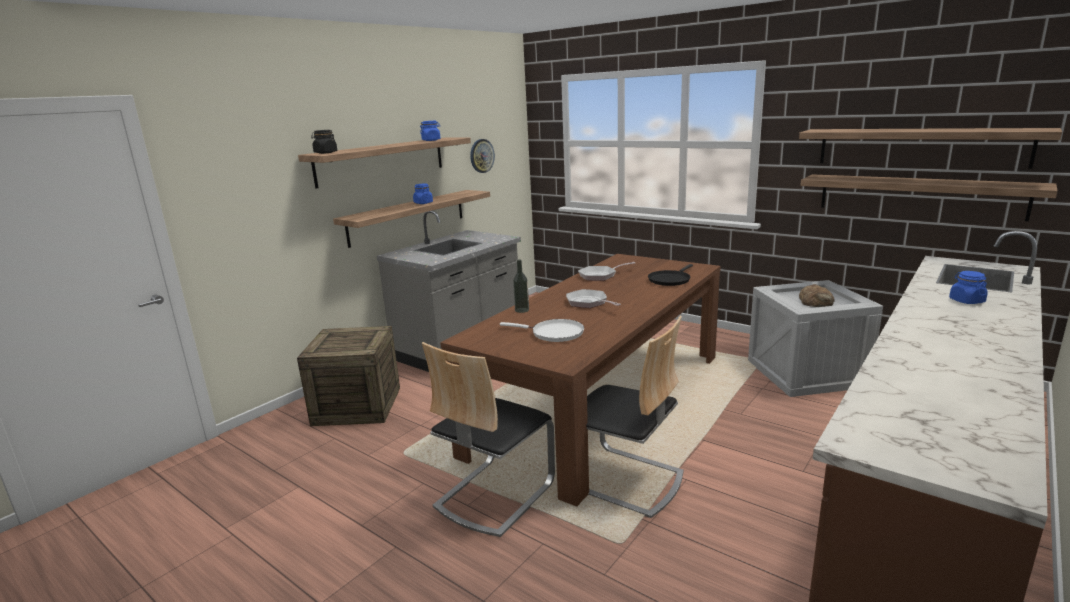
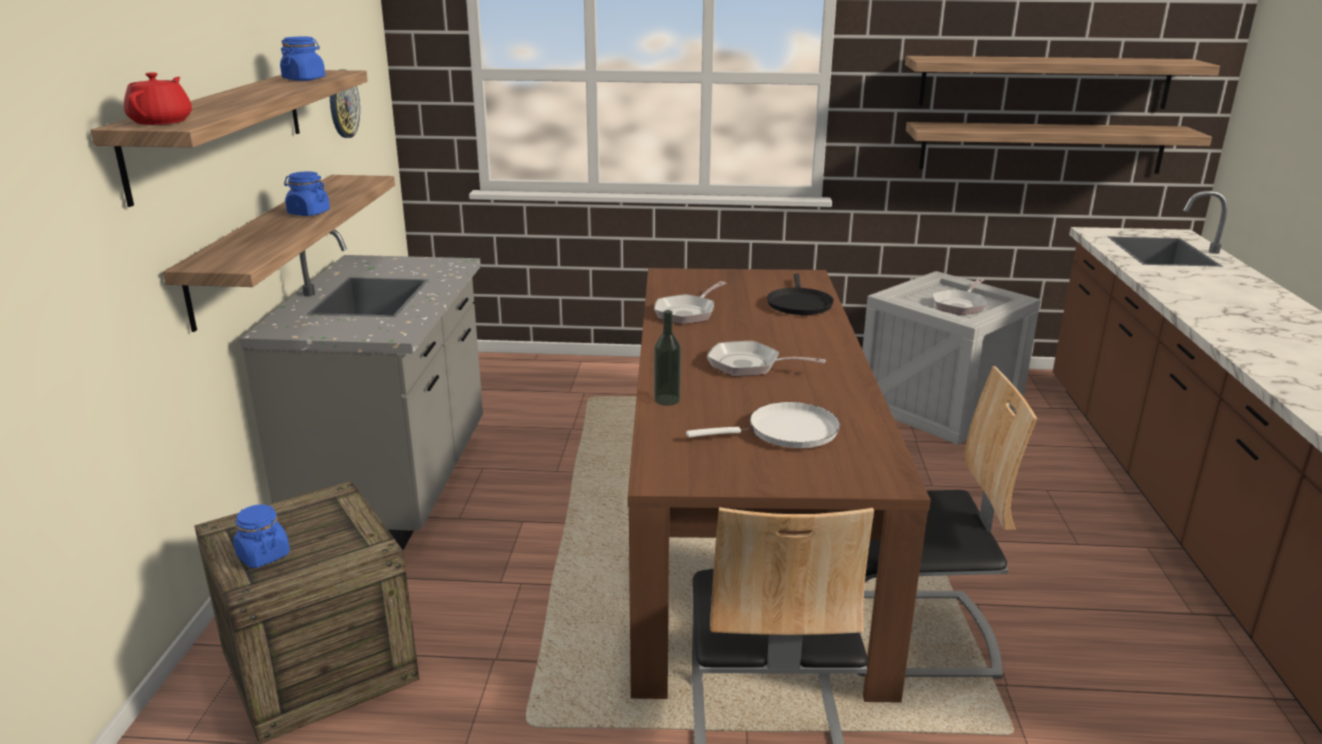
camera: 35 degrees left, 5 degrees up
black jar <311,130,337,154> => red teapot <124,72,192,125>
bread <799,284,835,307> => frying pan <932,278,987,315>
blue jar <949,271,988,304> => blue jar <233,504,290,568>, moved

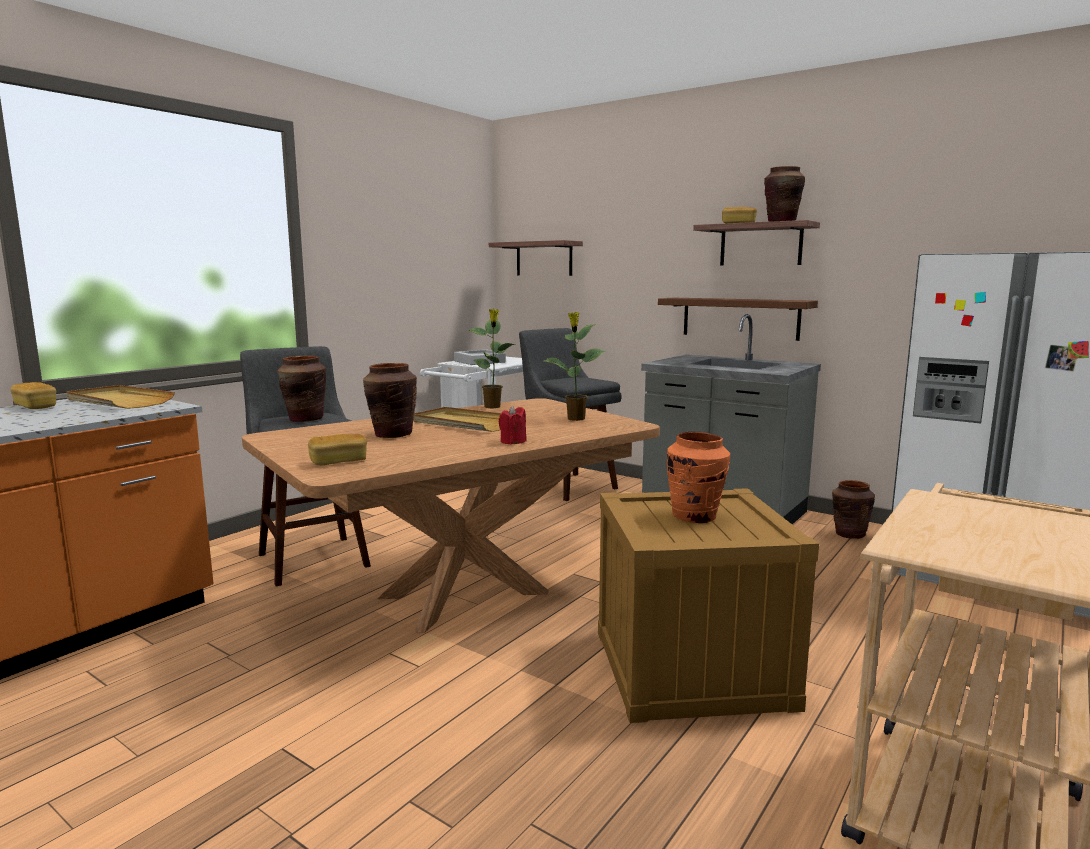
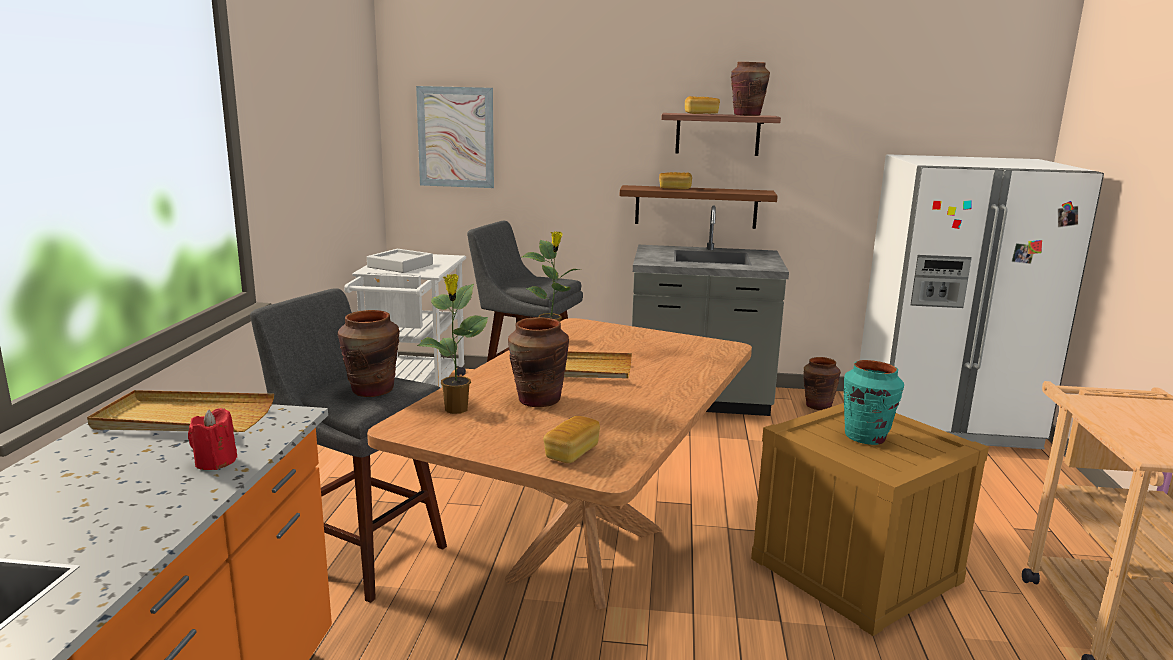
camera: 30 degrees left, 5 degrees up
bread <10,382,56,409> => bread <659,172,692,189>, moved
shelf <489,240,583,276> => picture <416,86,494,188>
red candle <499,405,526,445> => red candle <188,408,237,470>, moved
potted plant <544,312,606,421> => potted plant <417,274,488,414>, moved
orange vase <667,432,730,523> => turquoise vase <844,360,904,445>

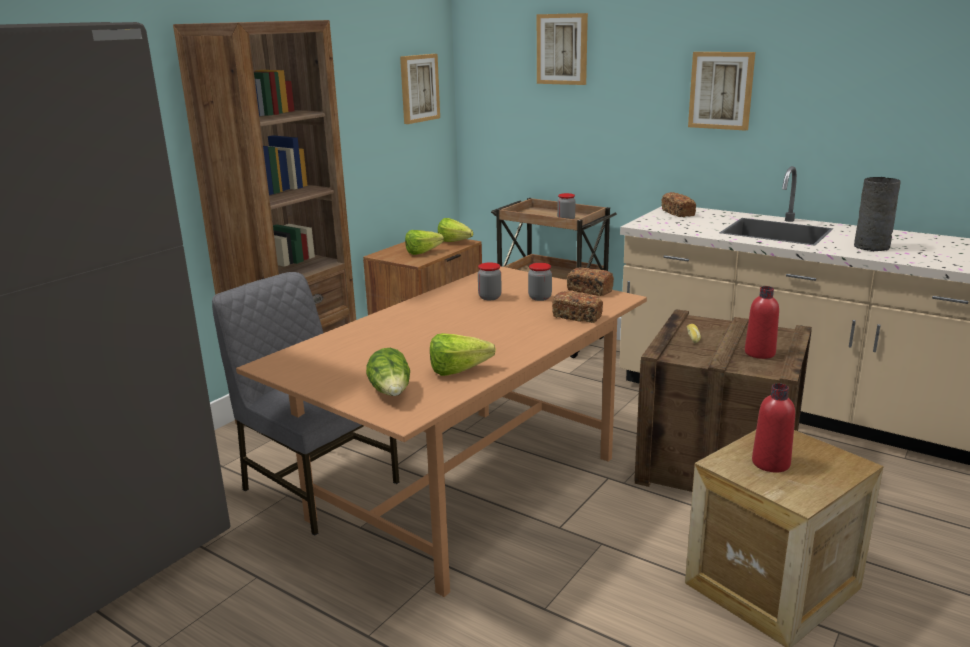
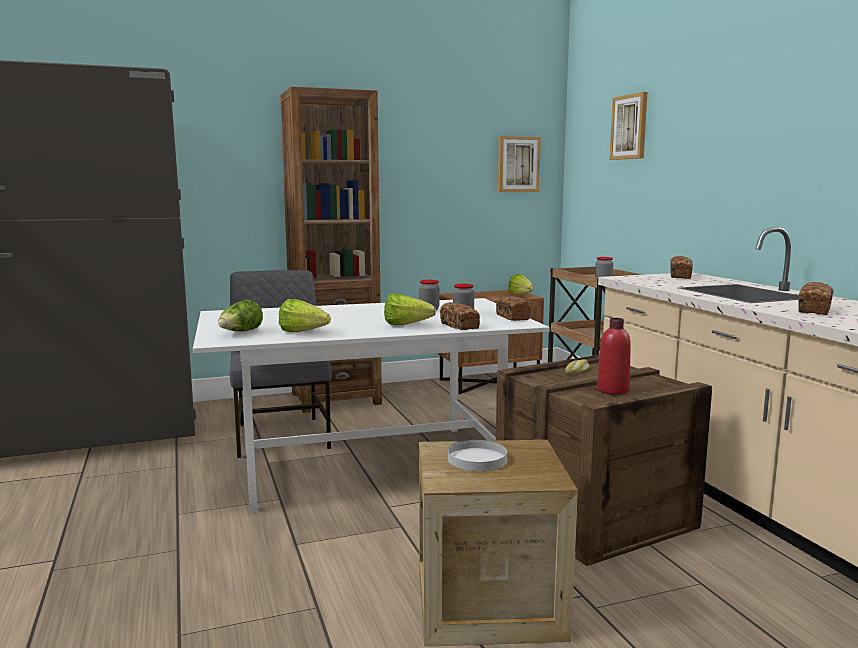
camera: 35 degrees right, 10 degrees down
brown dining table <236,266,647,597> => white dining table <193,298,550,513>
lettuce <405,230,444,255> => lettuce <384,294,436,325>, moved
picture <688,52,755,131> => nothing
red bottle <752,383,795,472> => white plate <448,440,507,471>
grey vase <854,177,901,251> => bread <798,282,834,315>

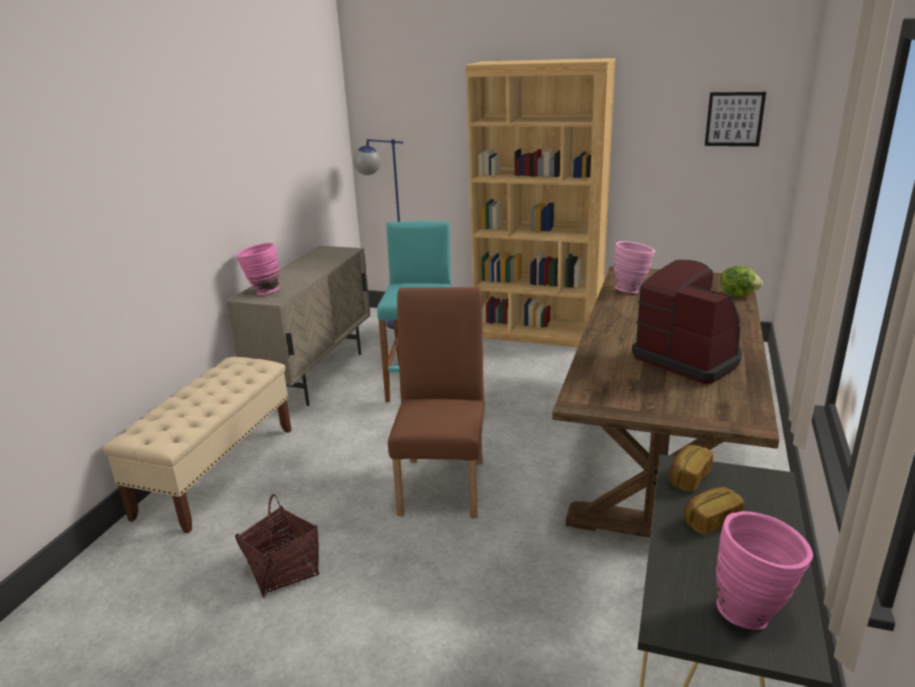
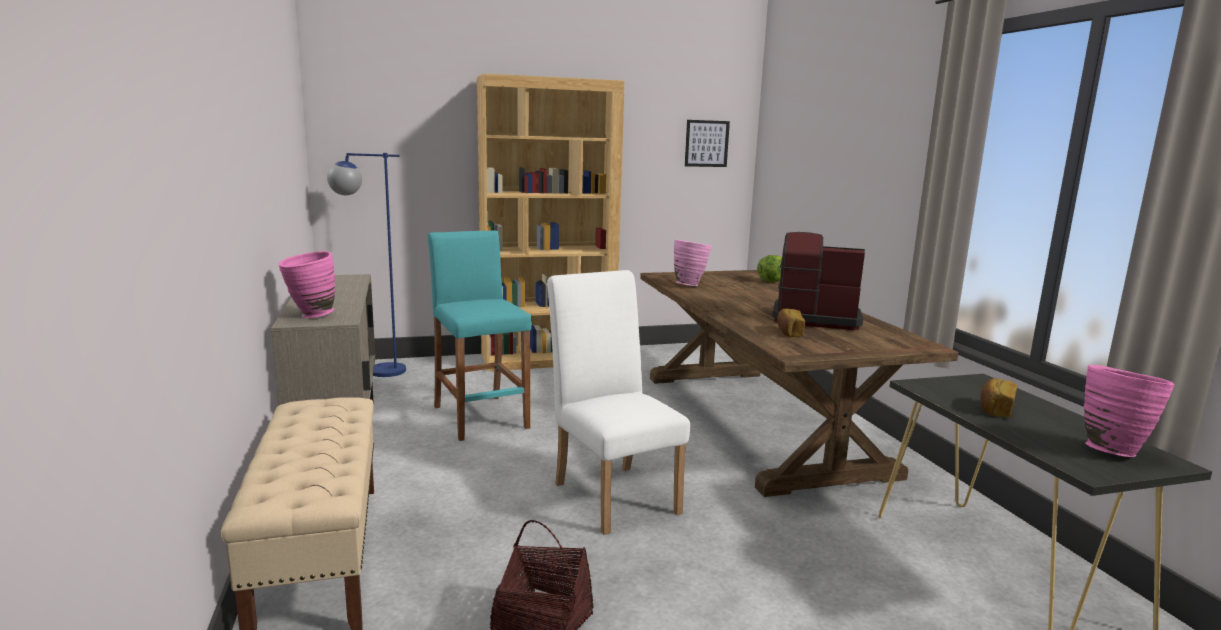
camera: 35 degrees left, 10 degrees down
brown chair <388,287,484,518> => white chair <547,270,690,535>
bread <669,445,713,492> => bread <777,309,805,337>, moved

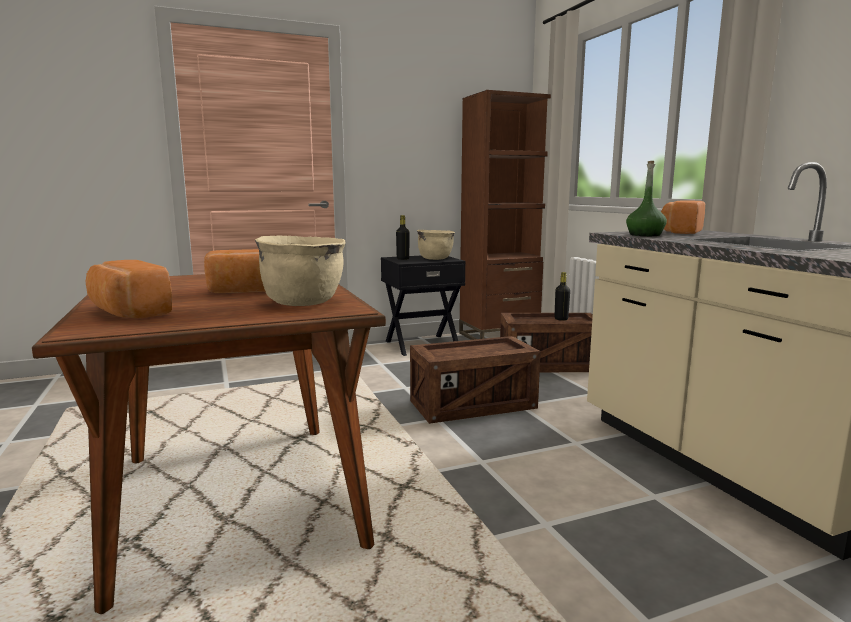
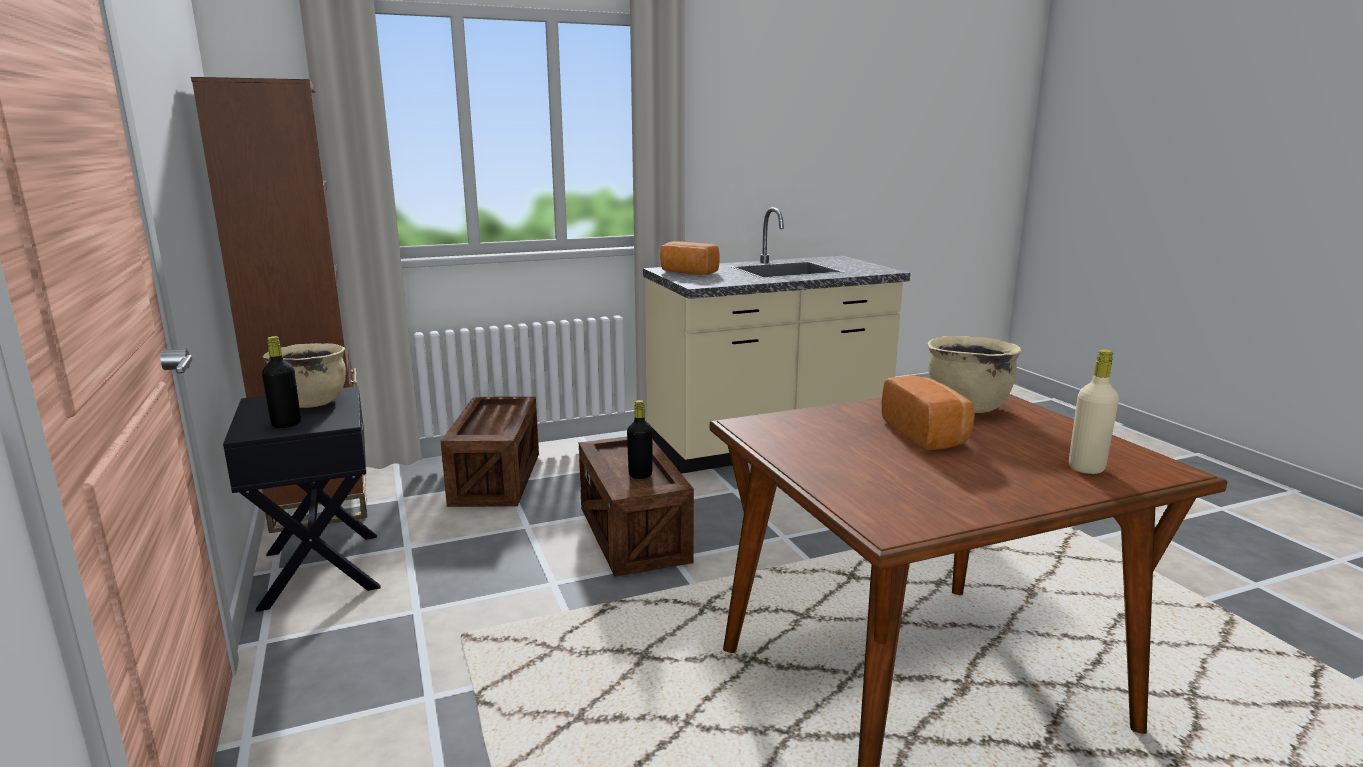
camera: 90 degrees left, 5 degrees up
bread <85,260,172,318> => beige bottle <1069,349,1119,474>
black bottle <554,272,570,321> => black bottle <627,400,653,479>, moved
green bottle <626,161,667,236> => nothing

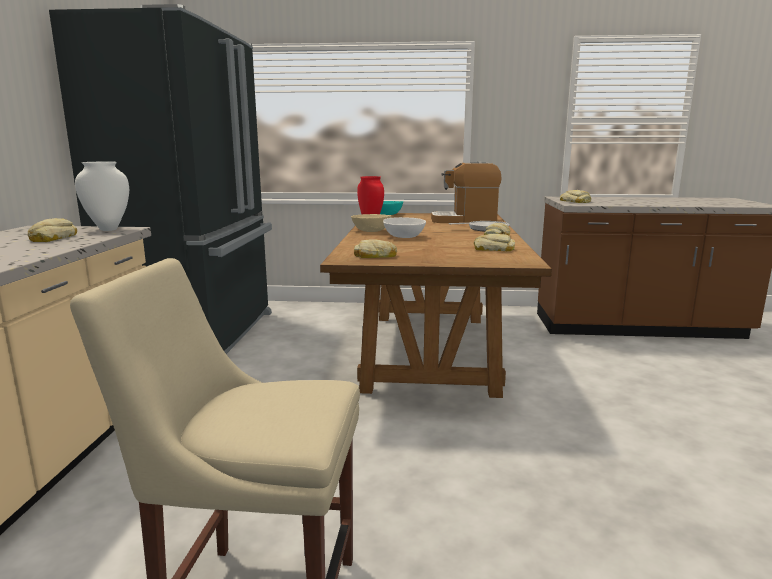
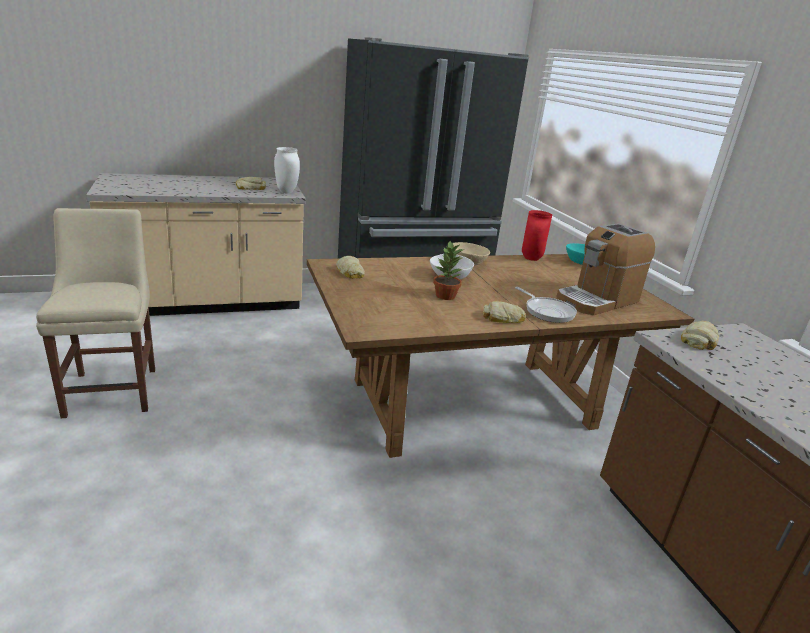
camera: 65 degrees right, 10 degrees up
coffee machine <431,161,501,223> => coffee machine <556,223,655,315>, 105 degrees counterclockwise
bread <474,234,515,251> => nothing
nothing => potted plant <433,241,464,300>

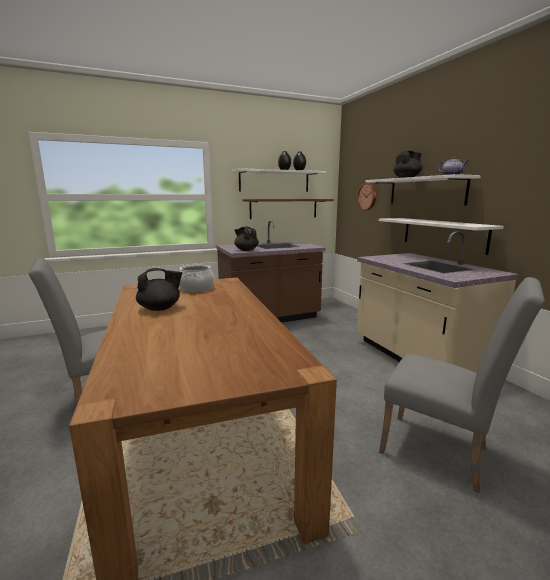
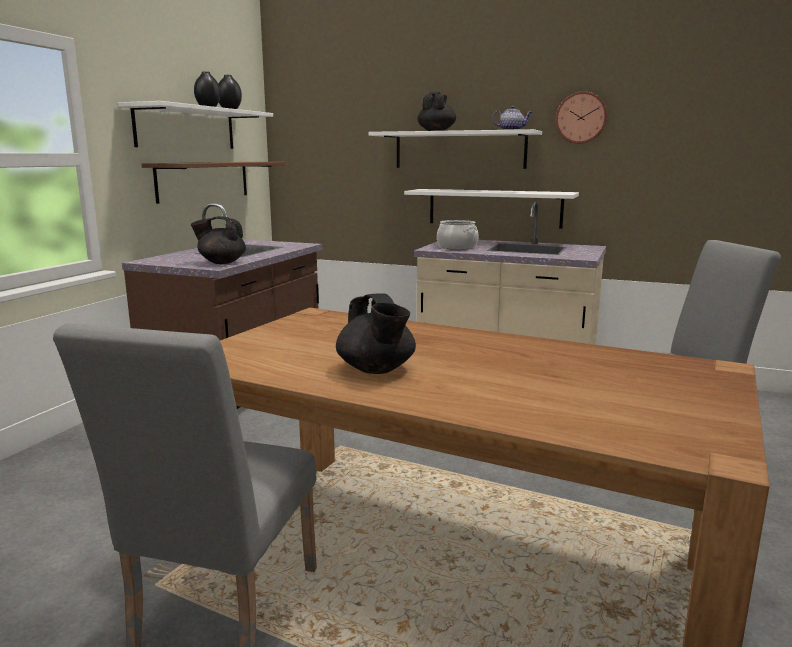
camera: 45 degrees left, 0 degrees up
black teapot <136,268,182,311> => black teapot <336,294,416,374>, 135 degrees clockwise
cooking pot <179,265,214,292> => cooking pot <437,220,479,250>, moved
wall clock <357,183,376,211> => wall clock <555,91,608,144>, moved

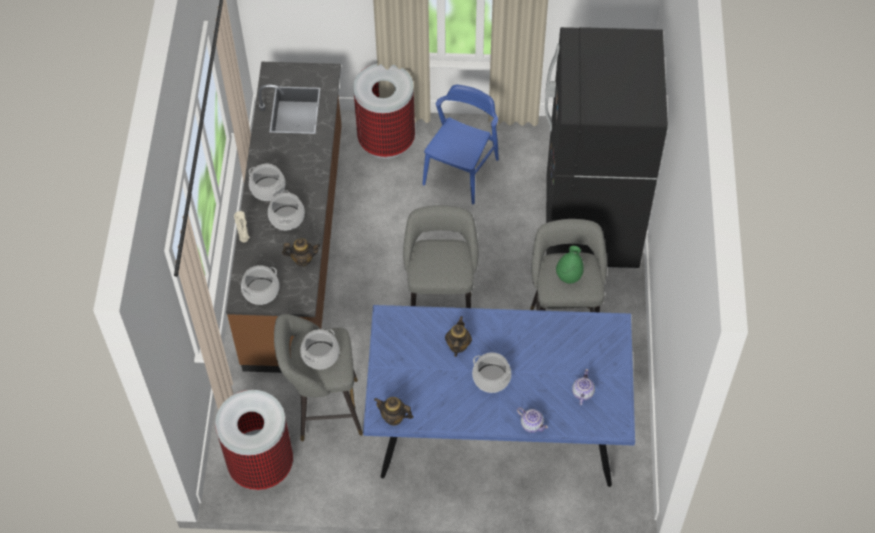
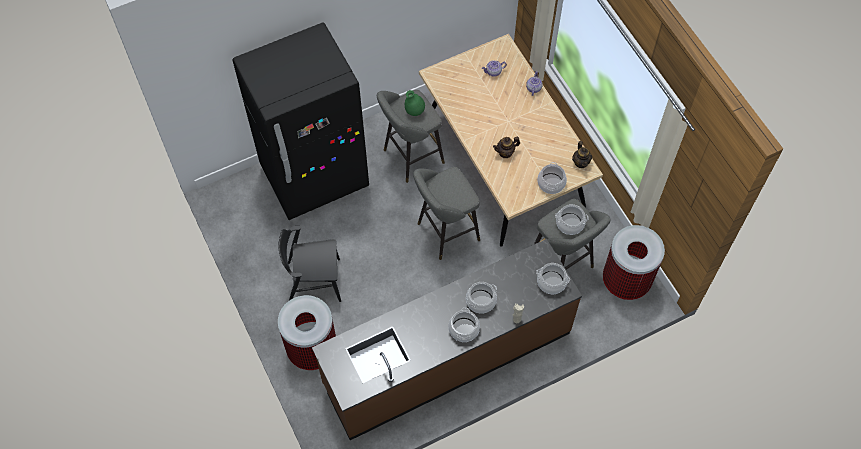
camera: 120 degrees left, 5 degrees up
teapot <282,238,320,266> => nothing
blue dining table <363,305,635,487> => beige dining table <419,34,603,247>
blue chair <423,85,499,204> => black chair <278,226,341,302>
cooking pot <472,352,511,393> => cooking pot <537,162,567,194>, moved

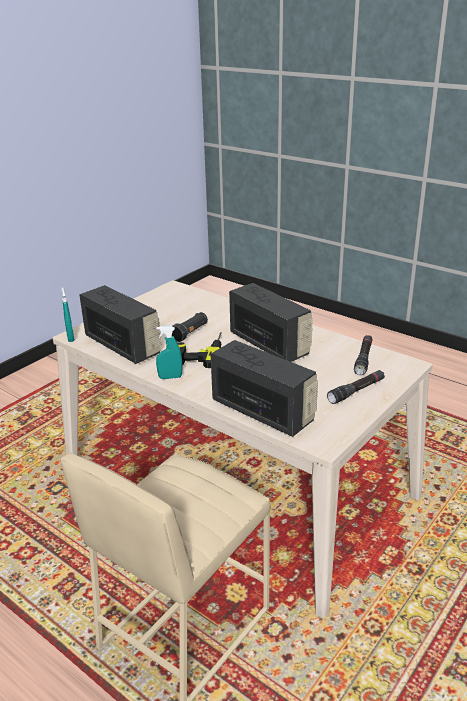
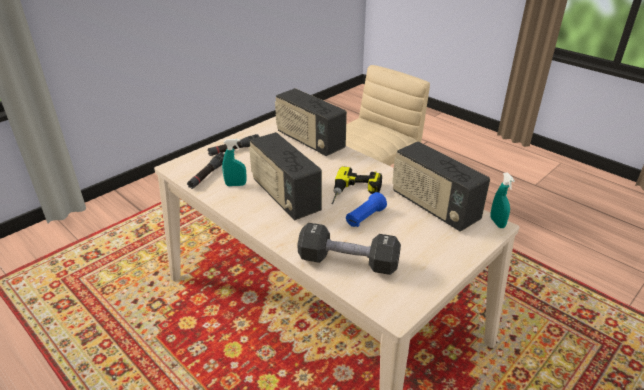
camera: 175 degrees left, 5 degrees up
turquoise spray bottle <156,326,183,379> => turquoise spray bottle <222,139,247,186>, moved
black flashlight <172,312,208,342> => blue flashlight <346,192,387,227>
nothing => black dumbbell <297,223,401,275>

